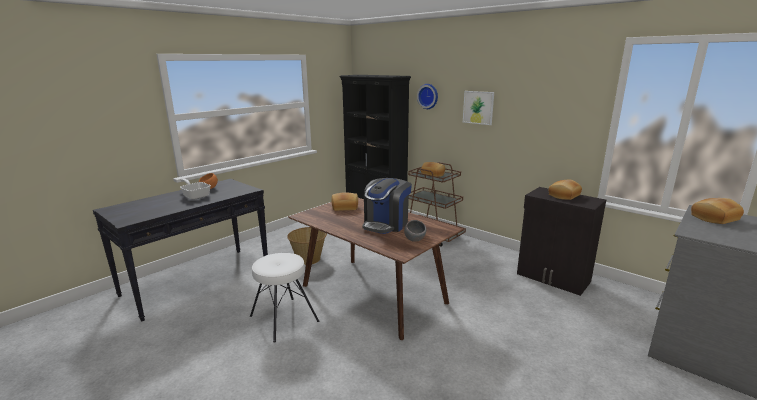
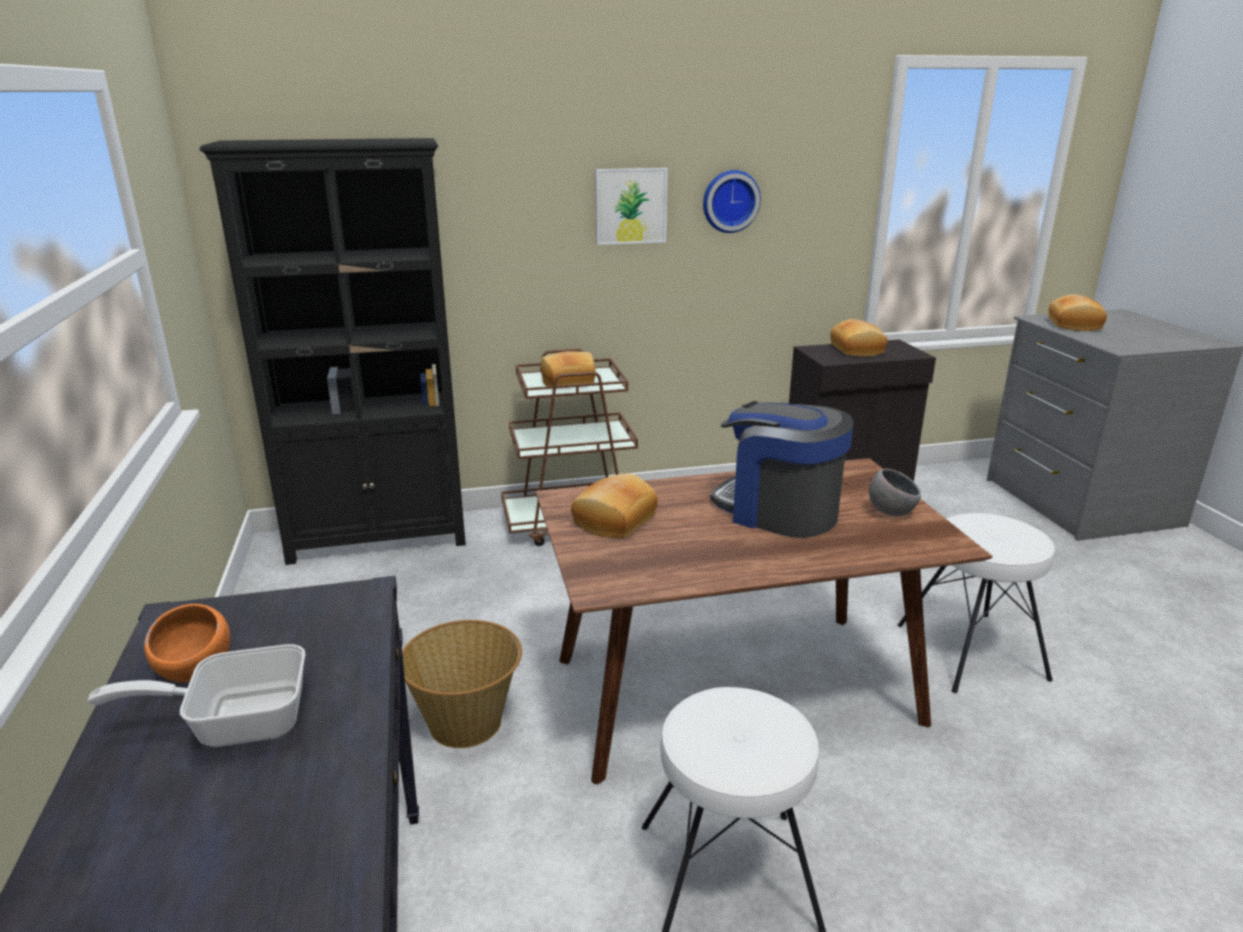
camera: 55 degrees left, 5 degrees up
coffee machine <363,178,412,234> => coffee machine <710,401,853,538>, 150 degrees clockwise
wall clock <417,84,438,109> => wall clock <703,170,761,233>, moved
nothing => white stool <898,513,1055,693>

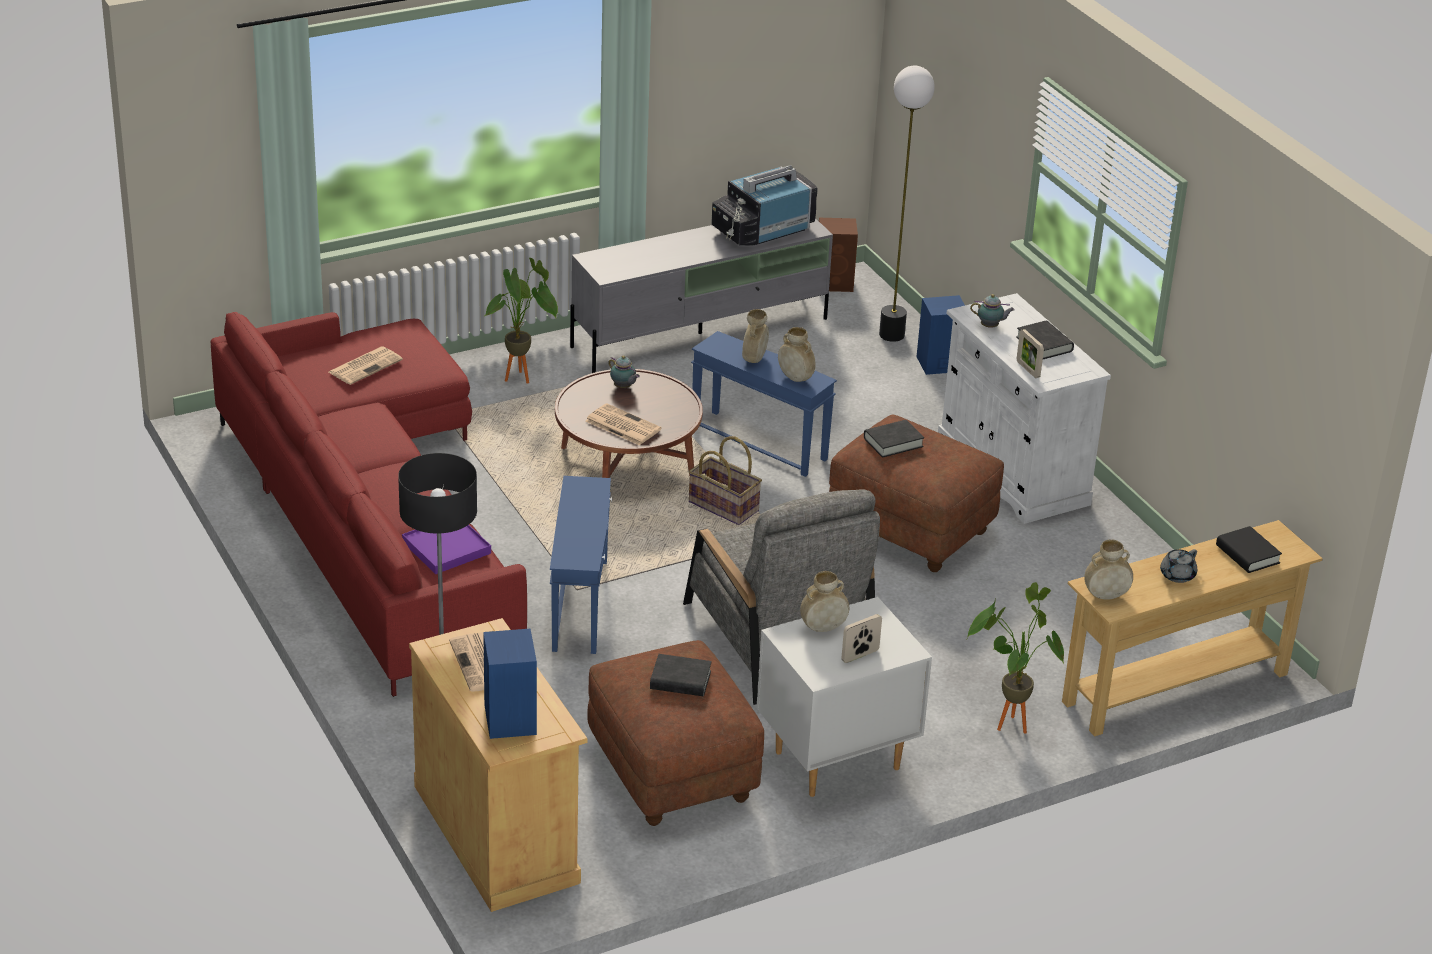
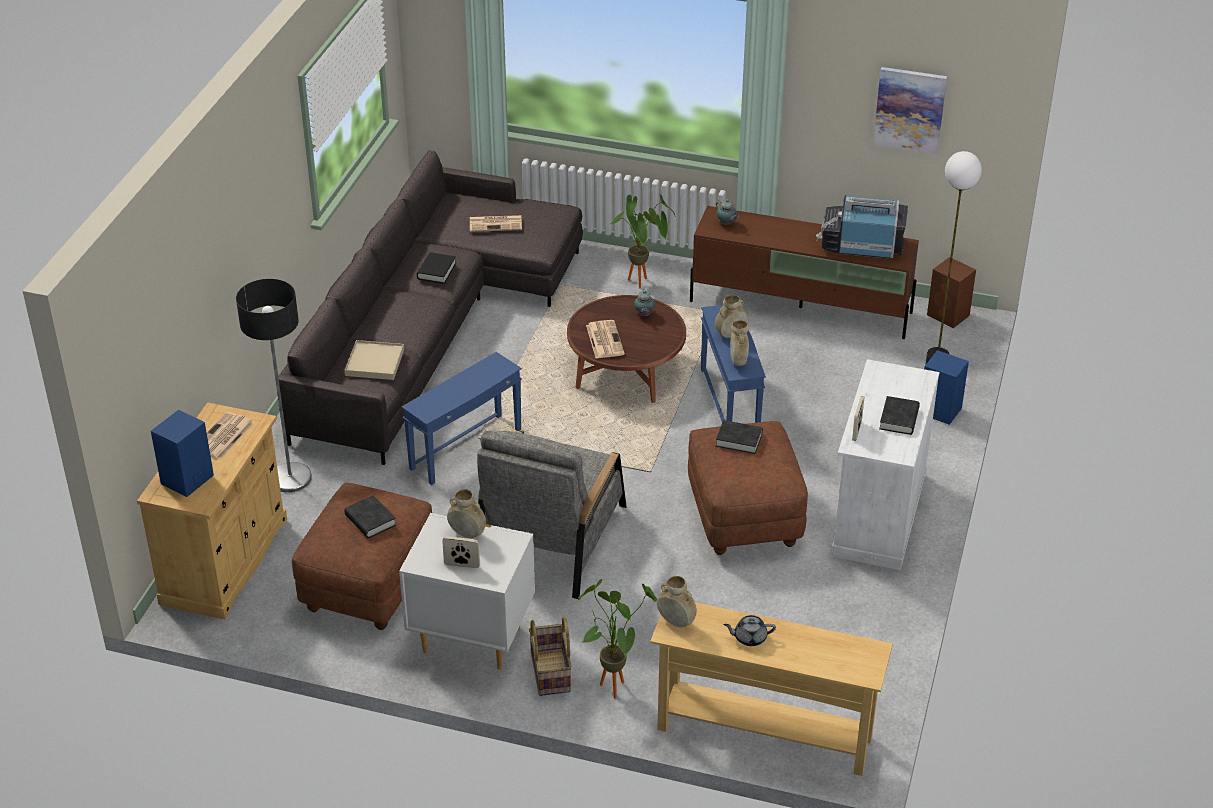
camera: 45 degrees right, 5 degrees up
red sofa <210,312,527,697> => grey sofa <278,150,583,465>
purple tray <402,525,491,574> => beige tray <345,340,404,380>
grey tv stand <570,218,833,373> => brown tv stand <690,206,919,339>
basket <689,436,762,525> => basket <529,616,572,696>, moved
teapot <970,294,1015,328> => teapot <716,199,739,225>, moved
black book <1216,526,1282,573> => black book <417,252,456,284>, moved
nothing => picture <873,67,947,154>

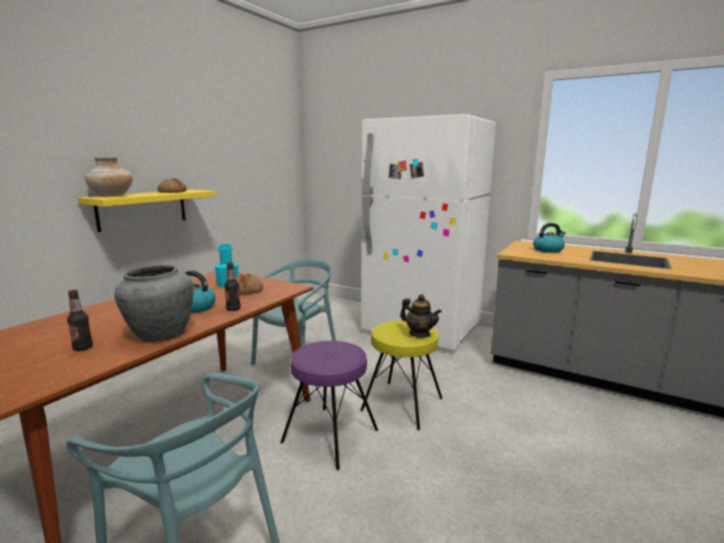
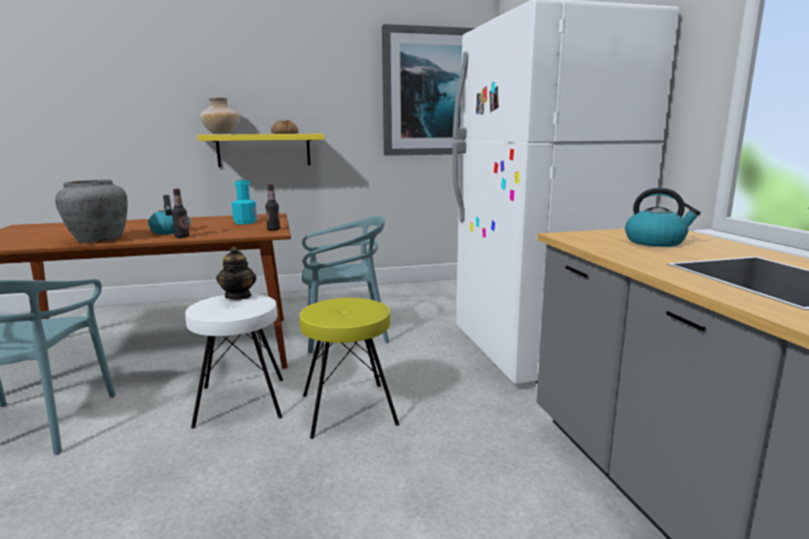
camera: 45 degrees right, 0 degrees up
bottle <67,290,93,351> => bottle <265,184,280,230>, moved
bread <235,274,263,294> => nothing
purple stool <280,341,378,470> => white stool <185,294,283,429>
teapot <400,294,442,338> => teapot <216,246,257,300>, moved
nothing => picture <382,24,475,156>

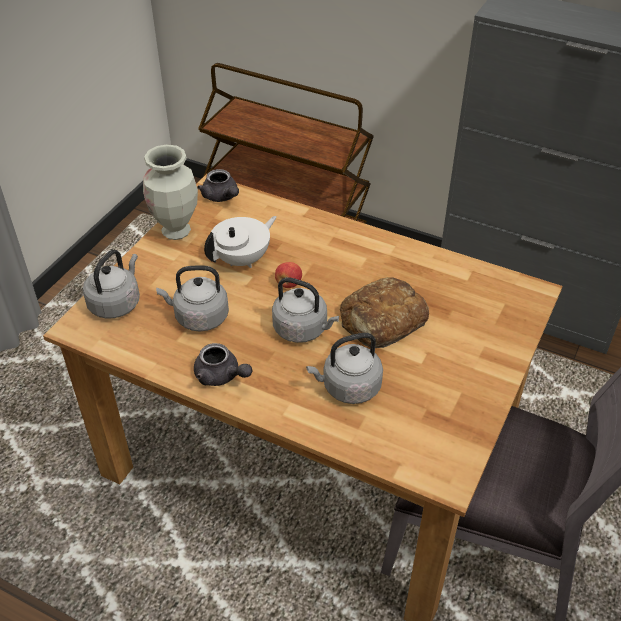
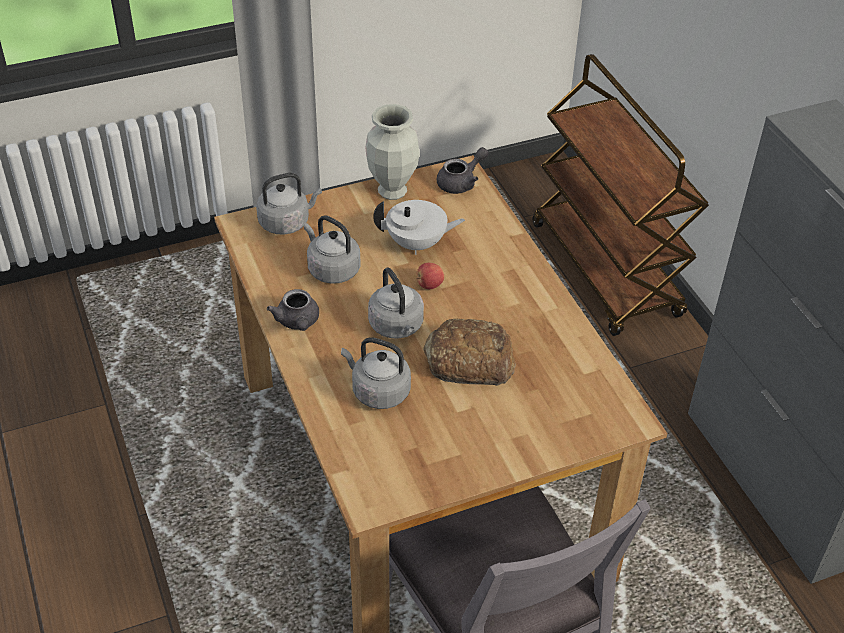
camera: 40 degrees right, 0 degrees up
grey teapot <197,169,239,202> => grey teapot <437,147,489,194>, 135 degrees counterclockwise

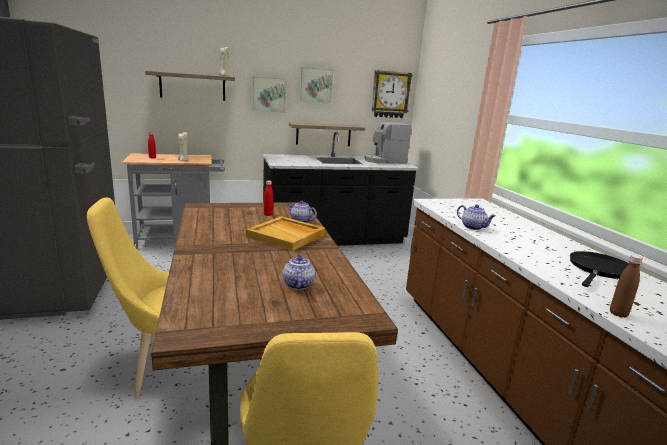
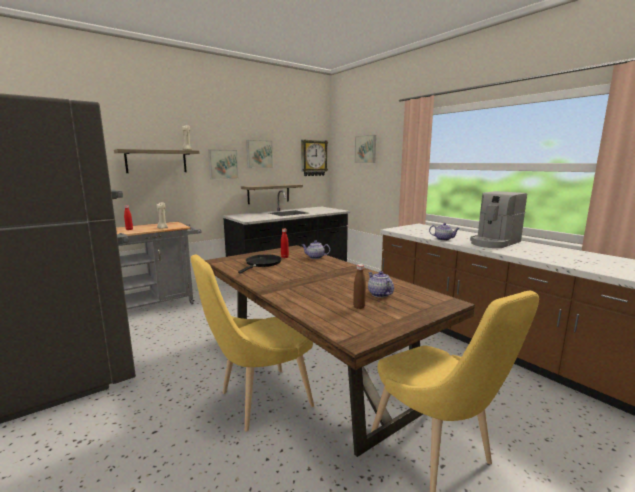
camera: 20 degrees left, 5 degrees down
beige tray <246,216,325,251> => nothing
coffee machine <364,122,411,163> => coffee machine <470,191,527,248>, moved
black frying pan <570,251,629,287> => black frying pan <238,254,282,274>, moved
brown bottle <610,255,643,317> => brown bottle <353,264,366,309>, moved
nothing => picture <355,135,376,163>

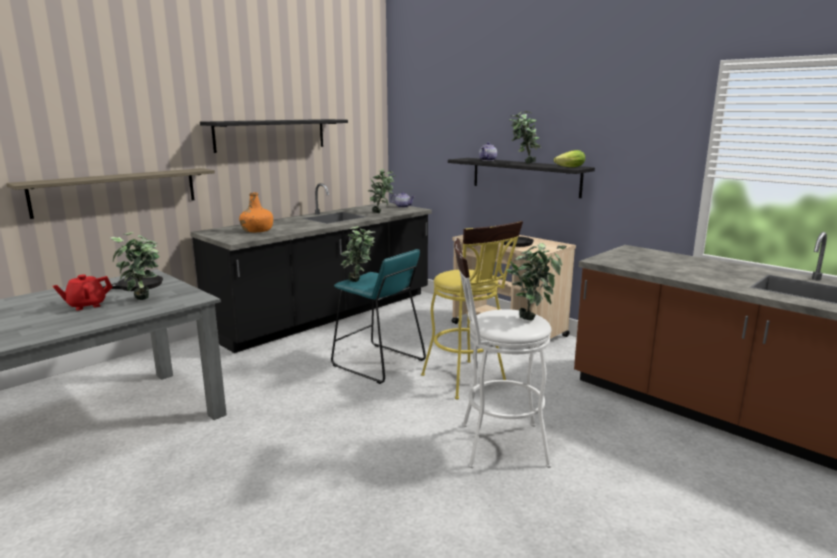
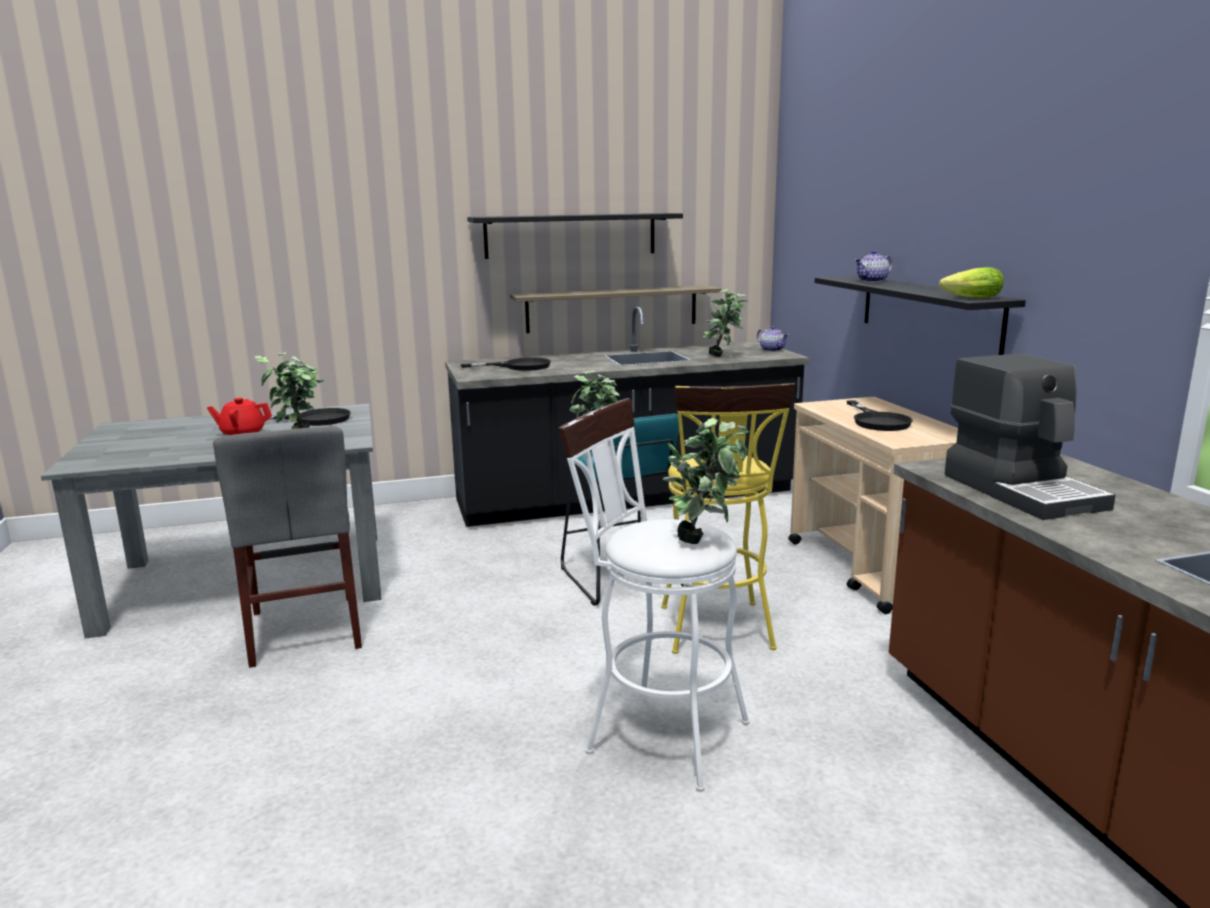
camera: 30 degrees right, 0 degrees up
shelf <6,168,215,219> => shelf <510,285,722,333>, moved
orange bottle <239,192,273,232> => black frying pan <460,358,551,371>
potted plant <510,111,541,164> => nothing
nothing => grey chair <213,426,362,668>
nothing => coffee machine <945,353,1116,520>

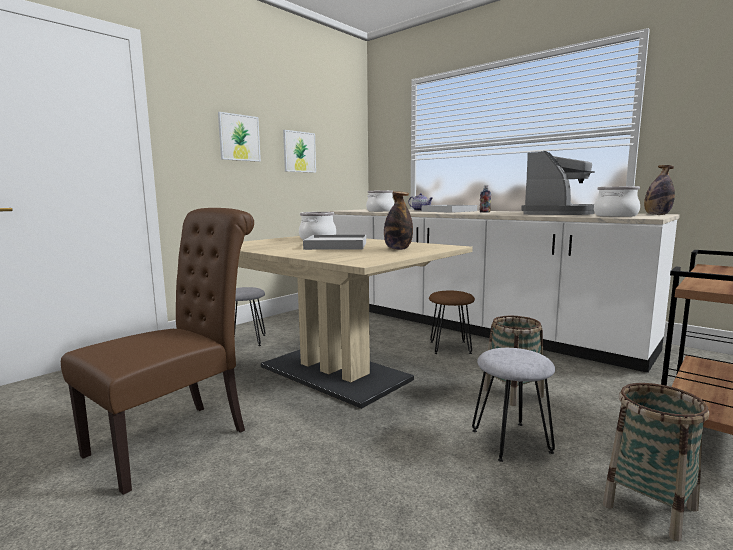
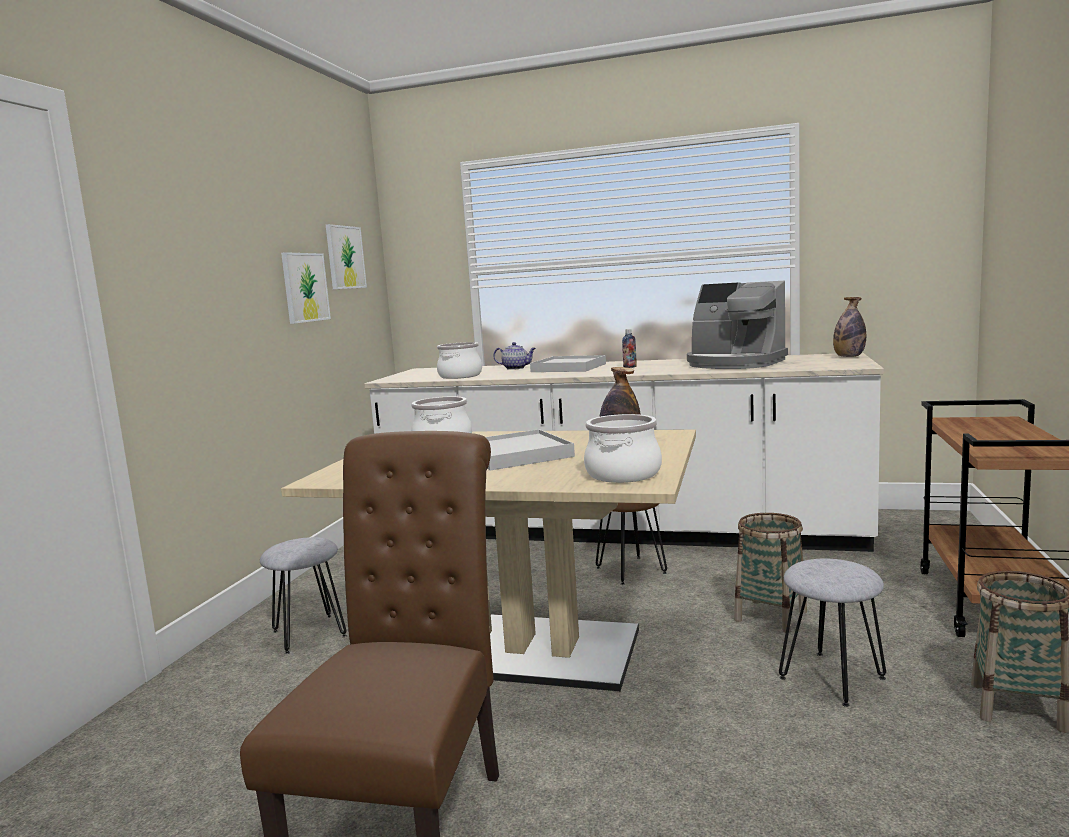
camera: 25 degrees left, 0 degrees up
picture <218,112,261,162> => picture <326,224,367,289>, moved
coffee machine <521,151,595,215> => coffee machine <687,281,788,369>, 120 degrees clockwise
cooking pot <594,186,640,217> => cooking pot <584,414,662,483>, moved

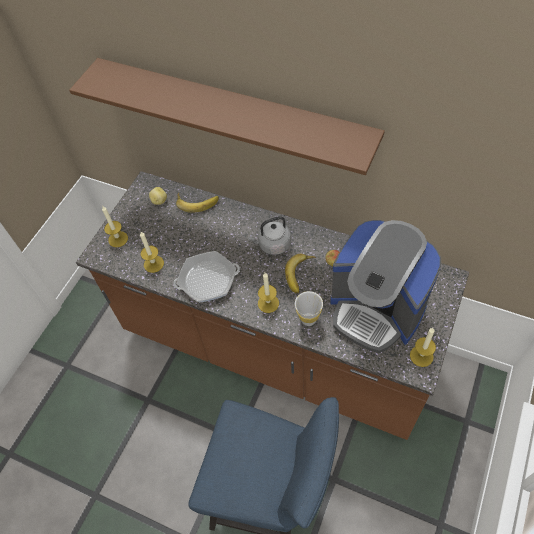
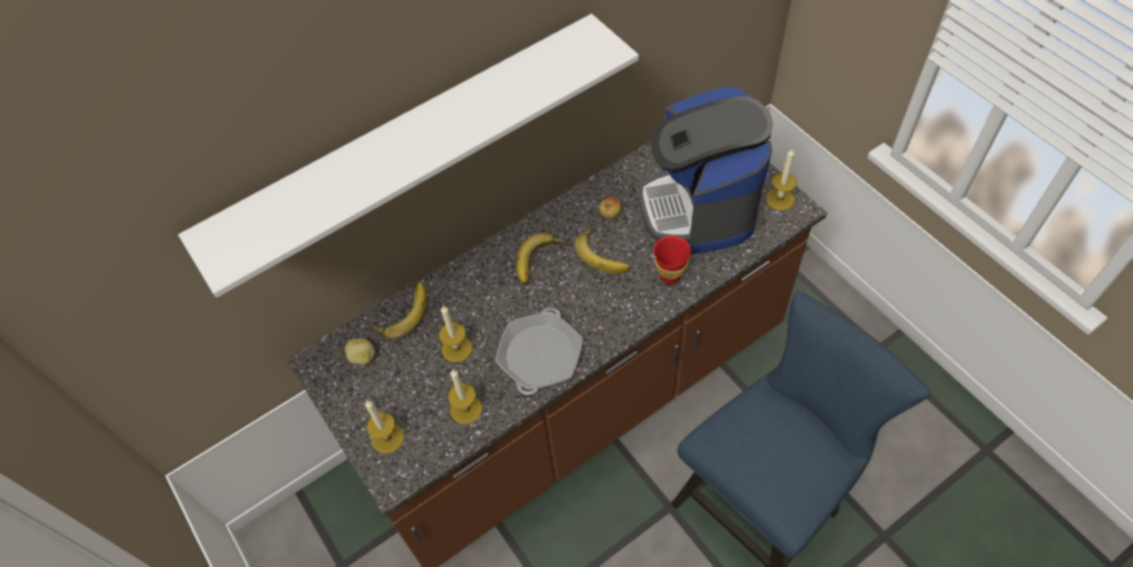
camera: 60 degrees left, 0 degrees up
brown shelf <69,58,385,175> => white shelf <178,14,639,298>
grey kettle <248,216,291,255> => banana <516,233,566,284>
candle <258,273,279,313> => candle <439,306,472,363>, moved
white cup <295,291,323,326> => red cup <653,236,691,284>
coffee machine <330,220,441,353> => coffee machine <639,87,773,254>, 105 degrees clockwise

